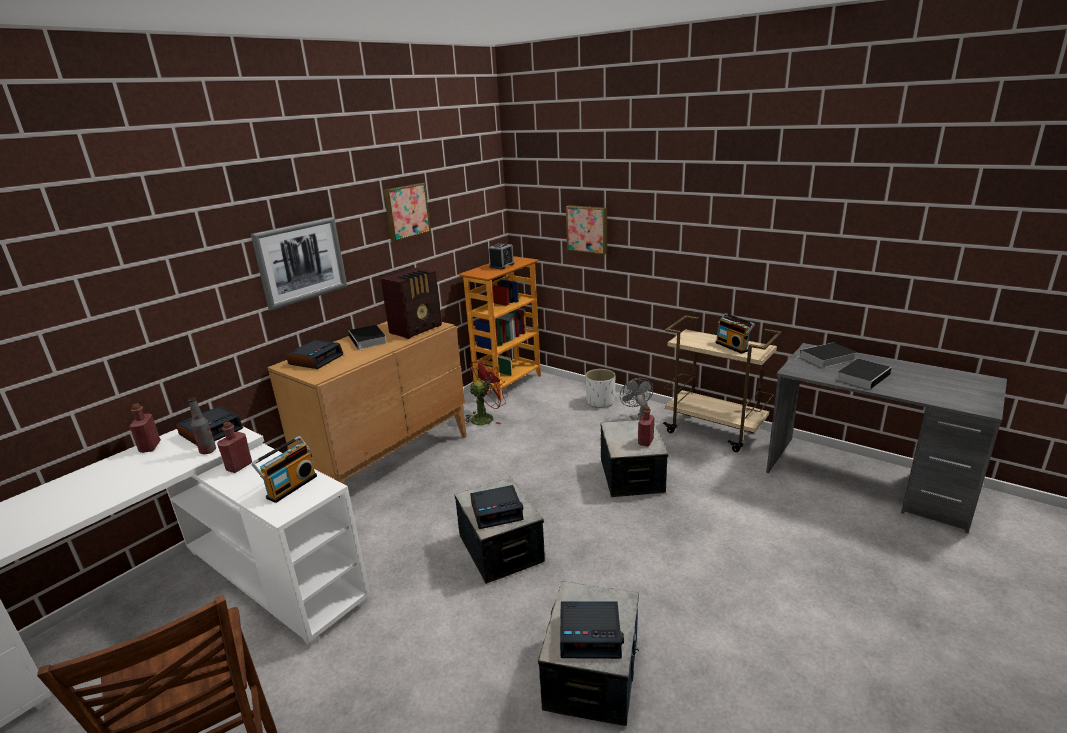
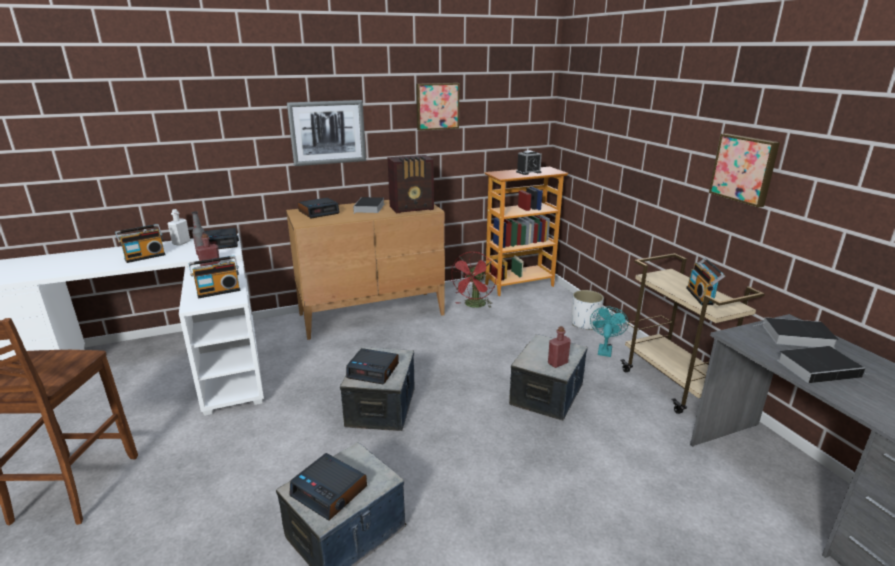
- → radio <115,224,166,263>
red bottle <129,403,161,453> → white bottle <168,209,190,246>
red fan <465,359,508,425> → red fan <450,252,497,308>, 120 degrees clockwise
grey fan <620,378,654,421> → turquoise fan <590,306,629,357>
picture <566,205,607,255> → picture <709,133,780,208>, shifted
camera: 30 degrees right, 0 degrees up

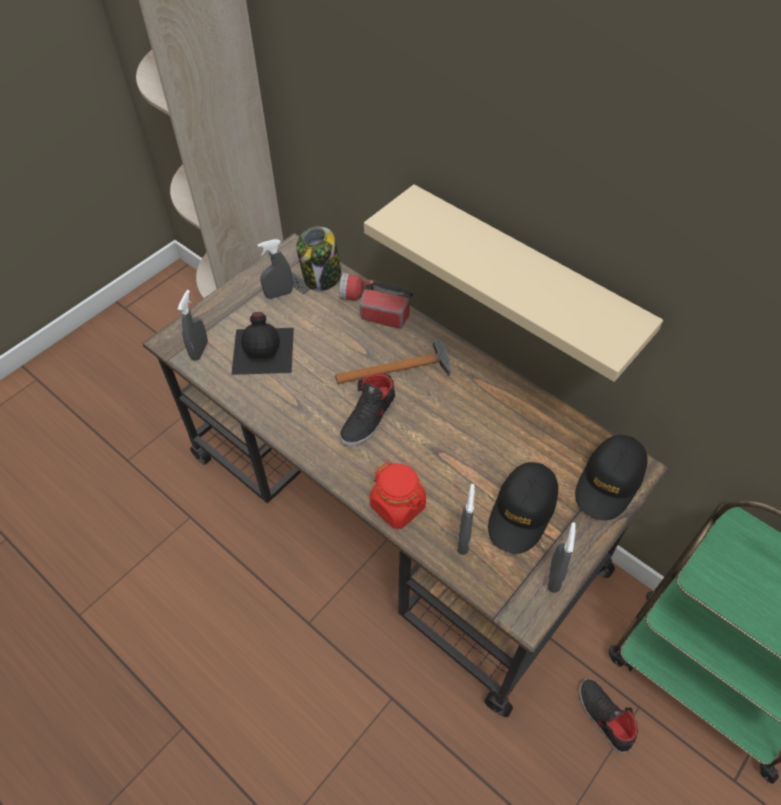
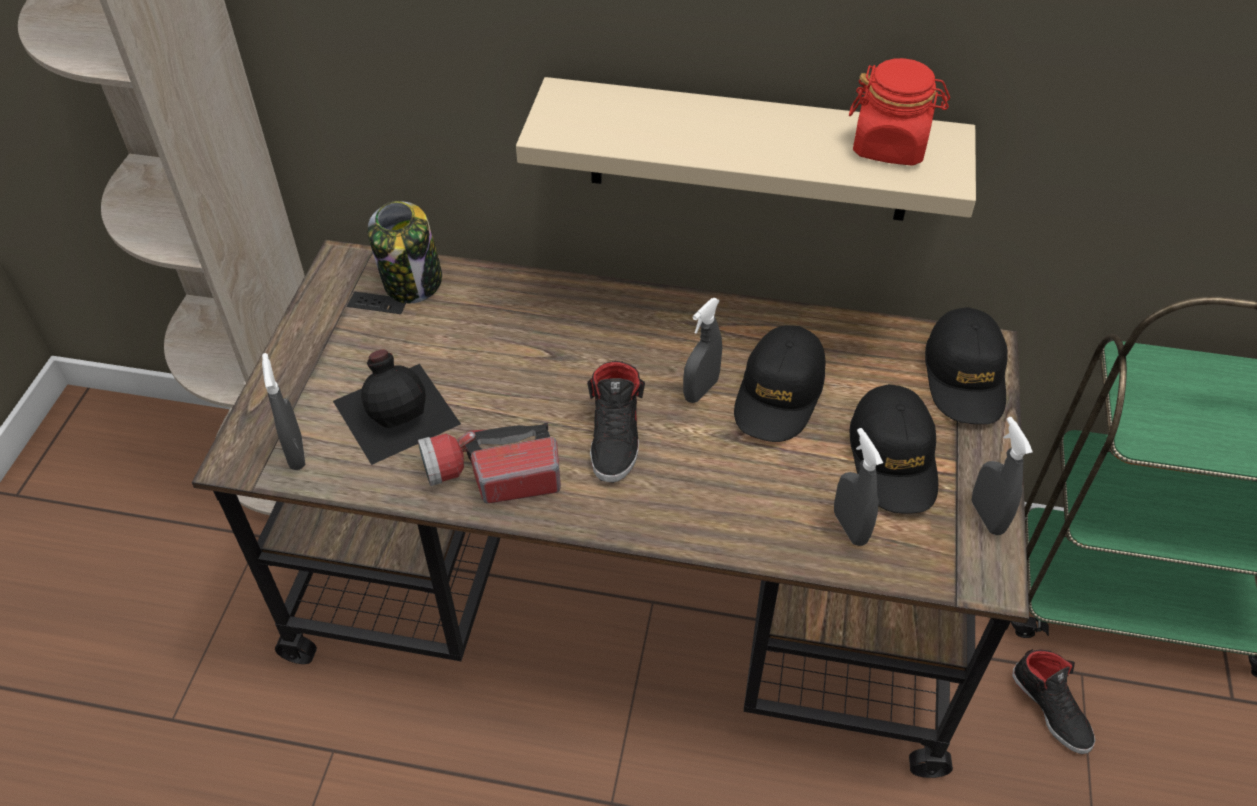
flashlight <339,273,414,329> → flashlight <418,423,561,504>, shifted
grey spray bottle <258,239,293,299> → grey spray bottle <683,298,722,403>, shifted
- → black cap <734,325,825,442>
red jar <370,462,426,529> → red jar <849,58,950,165>, shifted
black shoe <579,679,638,753> → black shoe <1012,649,1096,754>, 150 degrees counterclockwise
hammer <335,339,451,384> → -
camera: 30 degrees left, 5 degrees down

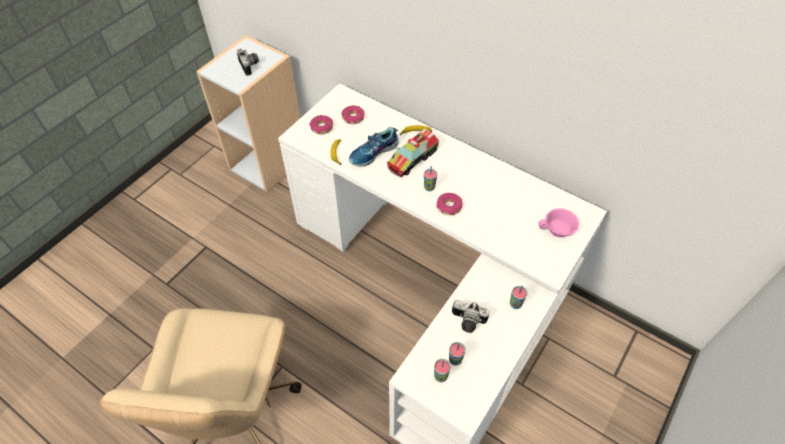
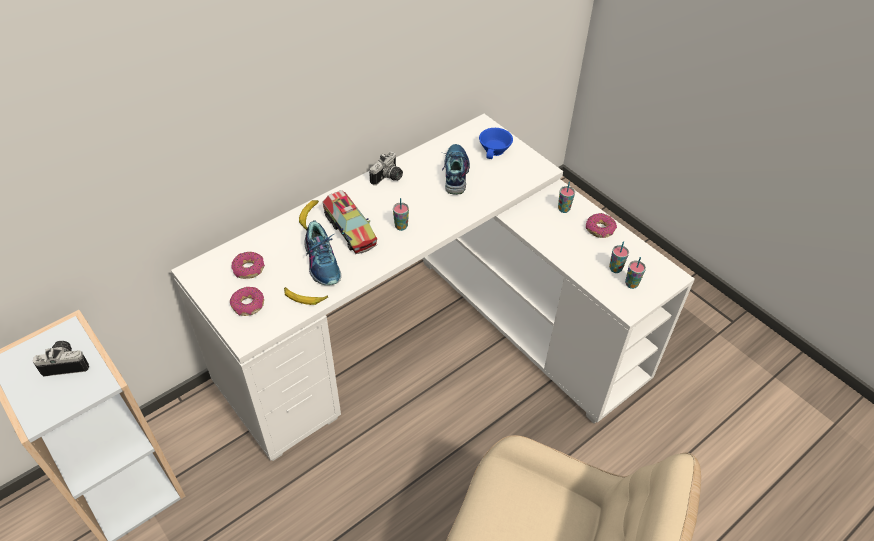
photo camera <452,300,489,333> → photo camera <369,152,403,185>, shifted
- → shoe <442,144,470,195>
pink cup <538,208,579,238> → blue cup <479,128,513,159>
donut <436,193,463,215> → donut <586,213,617,238>, shifted
camera: 75 degrees left, 5 degrees down

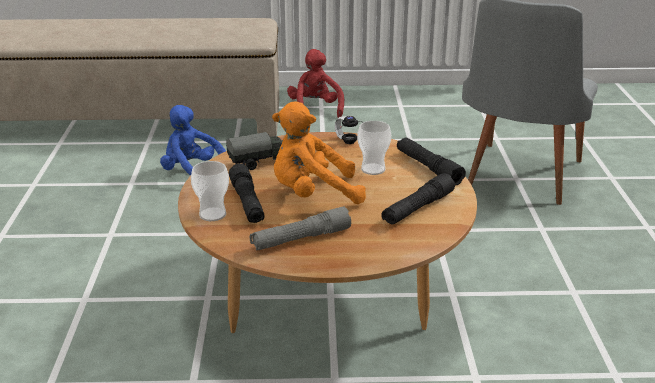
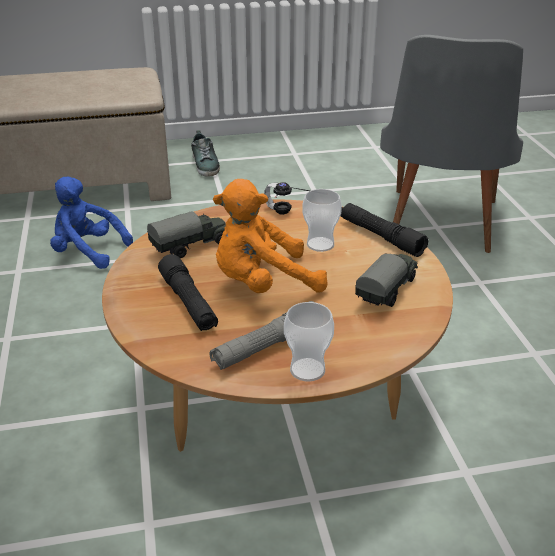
red plush toy <287,49,344,118> → shoe <191,130,220,177>
cup <191,161,229,221> → cup <284,302,334,382>, shifted
black flashlight <381,173,455,224> → toy truck <355,254,418,307>
camera: 10 degrees left, 5 degrees up

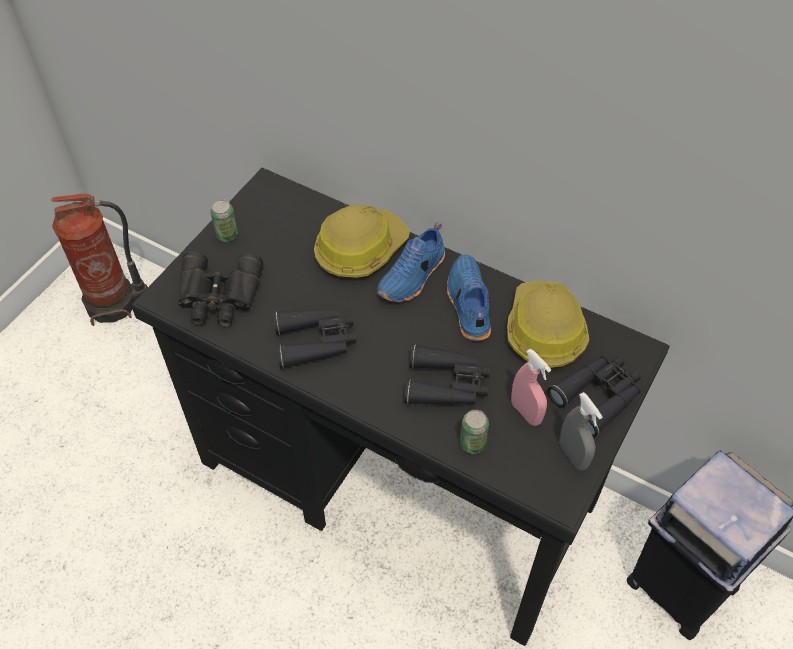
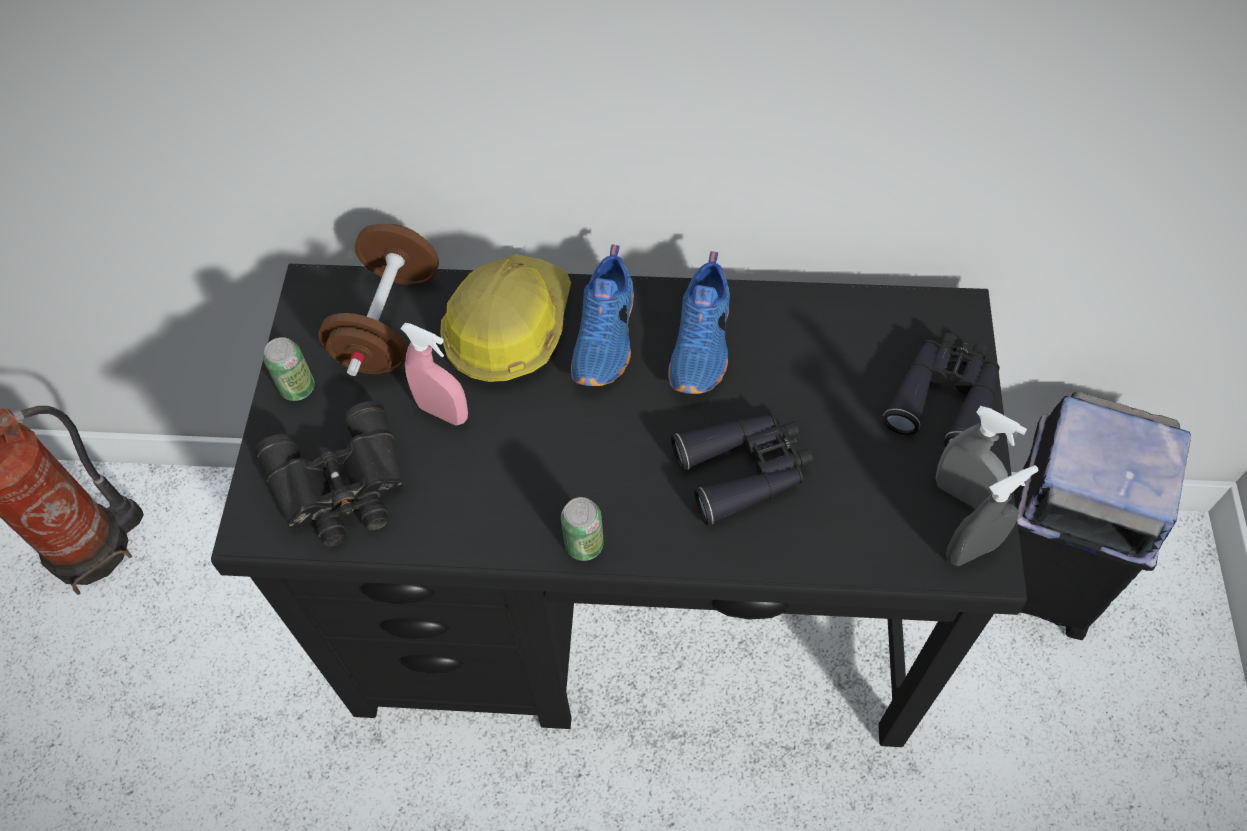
- → brown dumbbell <318,224,439,376>
pink spray bottle <511,349,551,426> → pink spray bottle <400,323,468,426>, shifted
can <460,410,489,454> → can <561,497,604,561>, shifted
blue shoe <447,254,491,341> → blue shoe <668,251,730,394>, 135 degrees counterclockwise
- → grey spray bottle <946,465,1039,566>
black binoculars <273,309,356,369> → -
hard hat <507,281,589,368> → -
camera: 25 degrees left, 5 degrees up

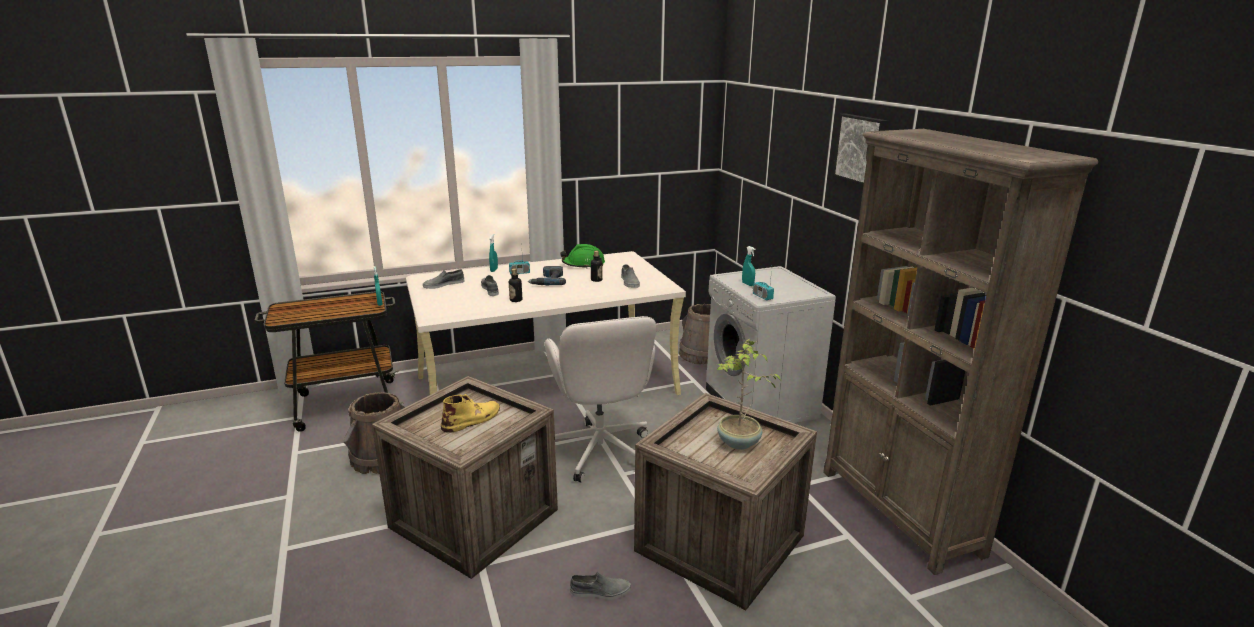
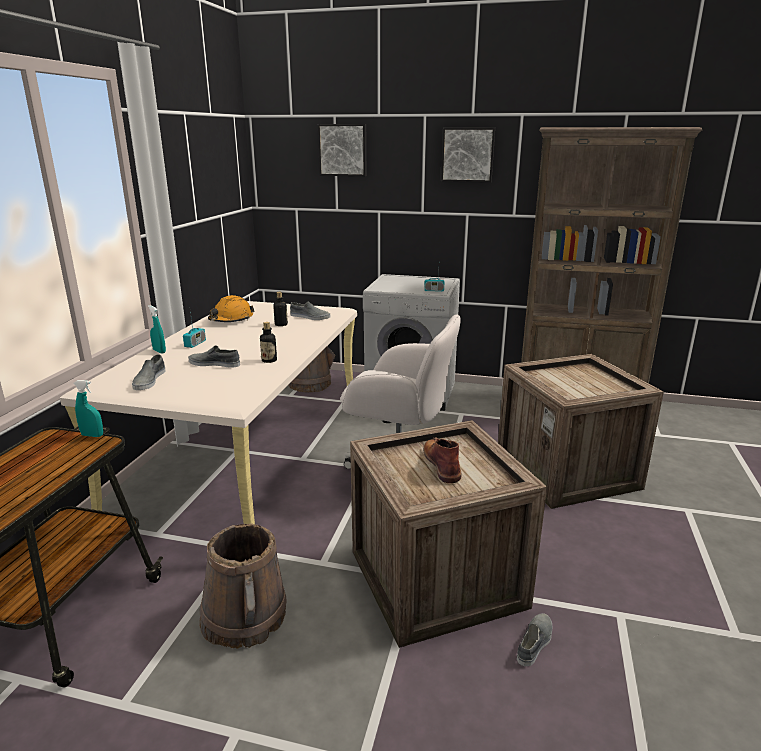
green hard hat <560,244,605,269> → orange hard hat <208,295,255,322>
- → picture <318,124,367,176>
yellow boot <441,394,500,433> → brown boot <423,437,461,483>
grey shoe <570,572,631,600> → grey shoe <517,613,553,666>, shifted
power drill <527,266,566,285> → -
potted plant <717,339,782,450> → -
turquoise spray bottle <742,246,756,286> → -
camera: 55 degrees left, 0 degrees up

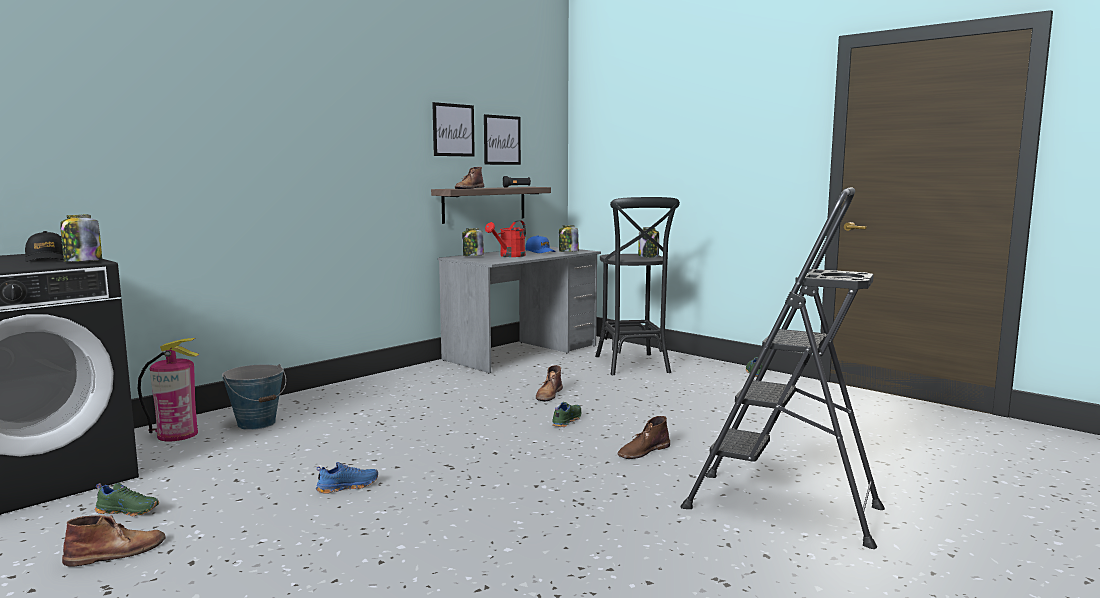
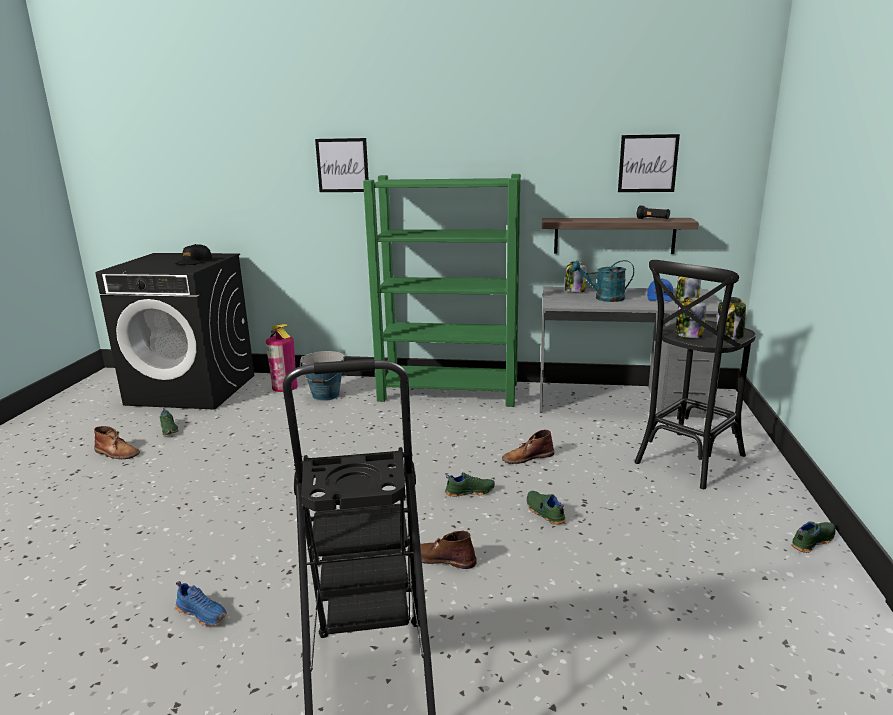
blue shoe <316,462,378,494> → blue shoe <176,581,227,626>, shifted
picture <432,102,475,157> → picture <315,138,369,192>, shifted
- → green bookcase <363,174,521,407>
- → green shoe <527,491,566,525>
red watering can <485,220,526,257> → turquoise watering can <571,260,634,302>
jar <60,215,102,262> → jar <675,297,706,338>, shifted
brown boot <455,167,484,189> → -
camera: 55 degrees right, 10 degrees up

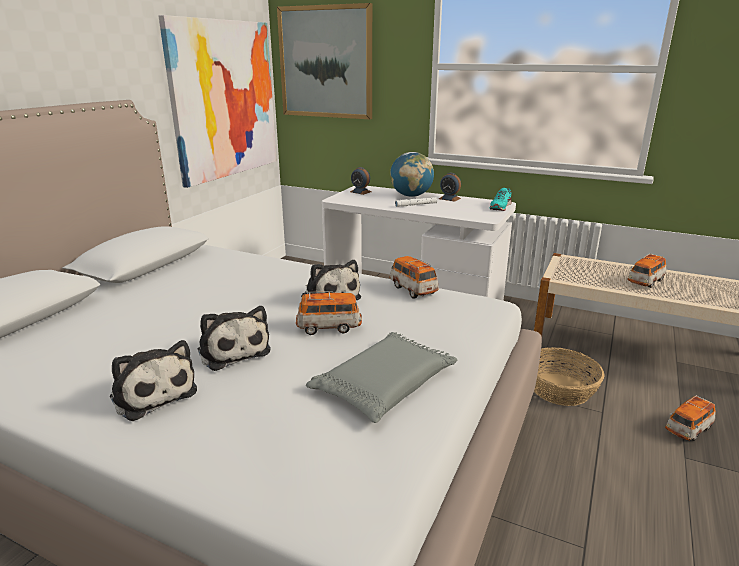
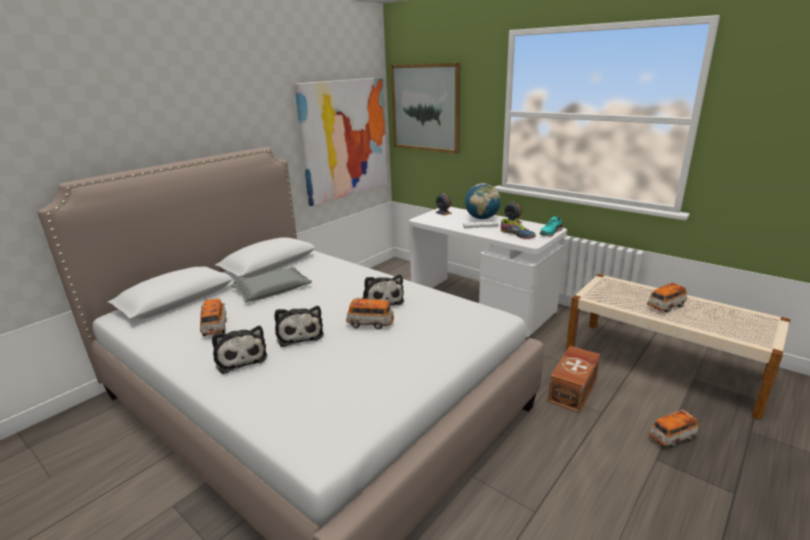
toy car <389,256,439,299> → toy car <200,299,227,336>, shifted
grey pillow <306,332,458,423> → grey pillow <230,267,312,302>, shifted
- → shoe <501,218,536,239>
basket <534,347,605,406> → brown storage box <548,346,600,413>
camera: 15 degrees right, 0 degrees up

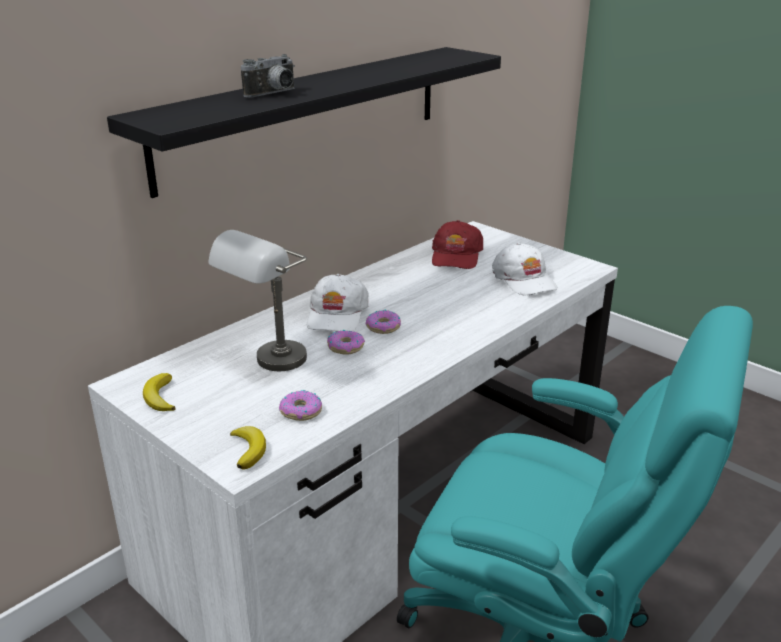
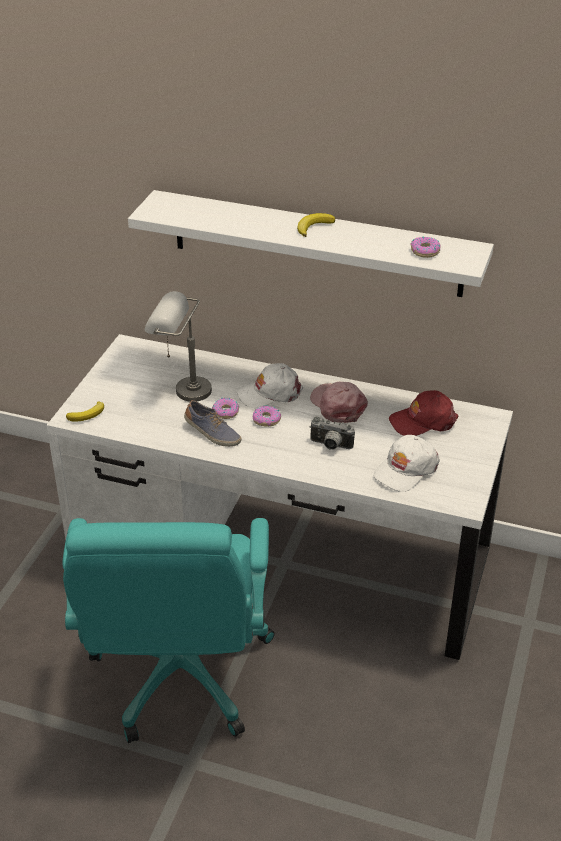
black shelf <107,47,501,198> → white shelf <128,190,494,297>
- → shoe <184,400,241,447>
banana <143,373,176,411> → banana <297,213,335,237>, shifted
- → pink cap <310,382,368,423>
photo camera <241,54,295,97> → photo camera <310,417,355,450>, shifted
donut <279,390,322,421> → donut <411,237,440,258>, shifted
camera: 65 degrees right, 10 degrees up

